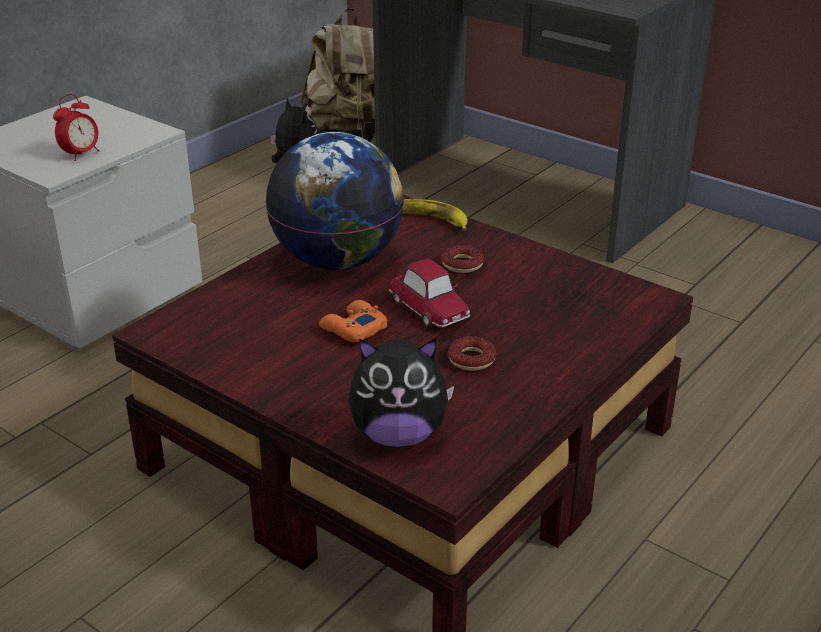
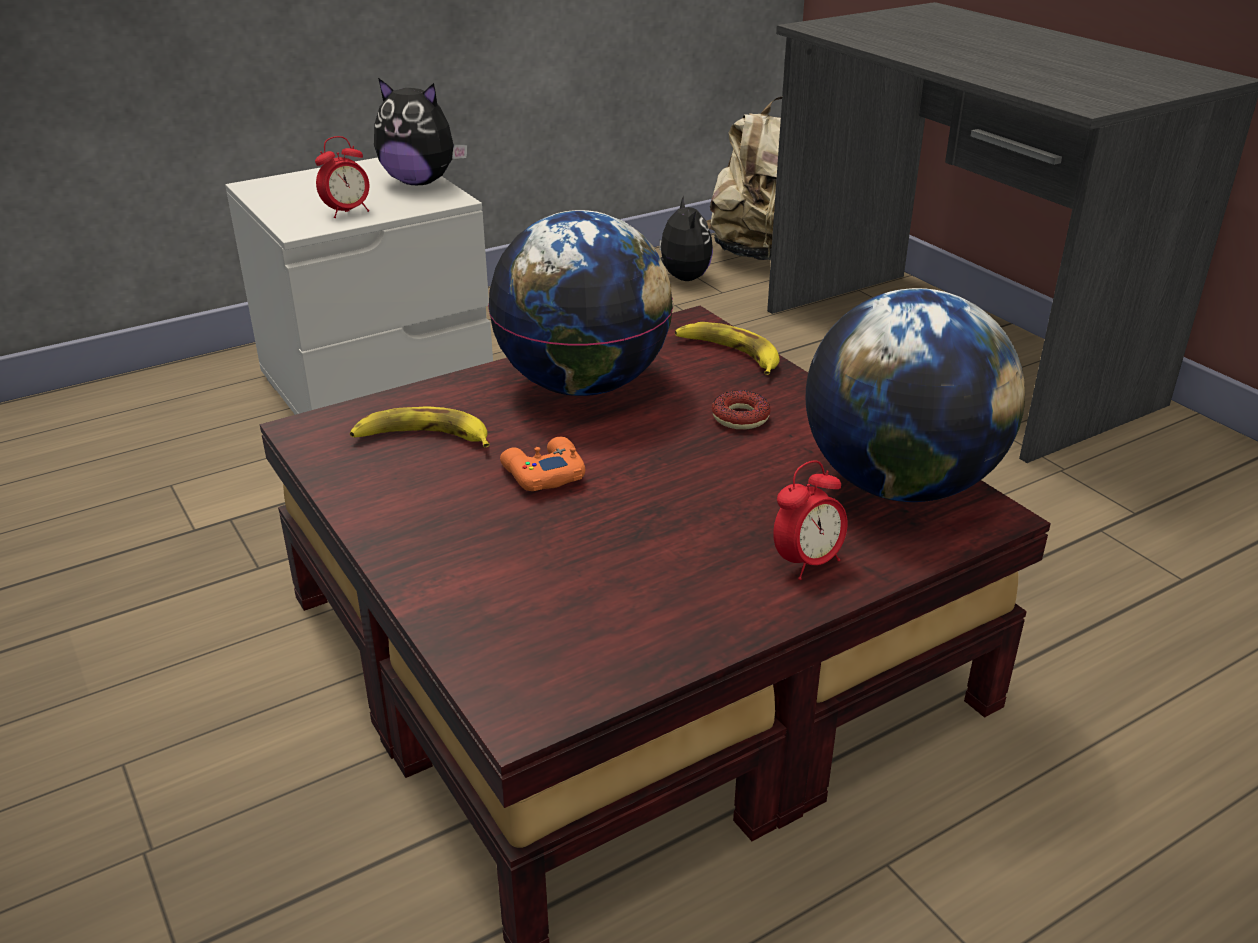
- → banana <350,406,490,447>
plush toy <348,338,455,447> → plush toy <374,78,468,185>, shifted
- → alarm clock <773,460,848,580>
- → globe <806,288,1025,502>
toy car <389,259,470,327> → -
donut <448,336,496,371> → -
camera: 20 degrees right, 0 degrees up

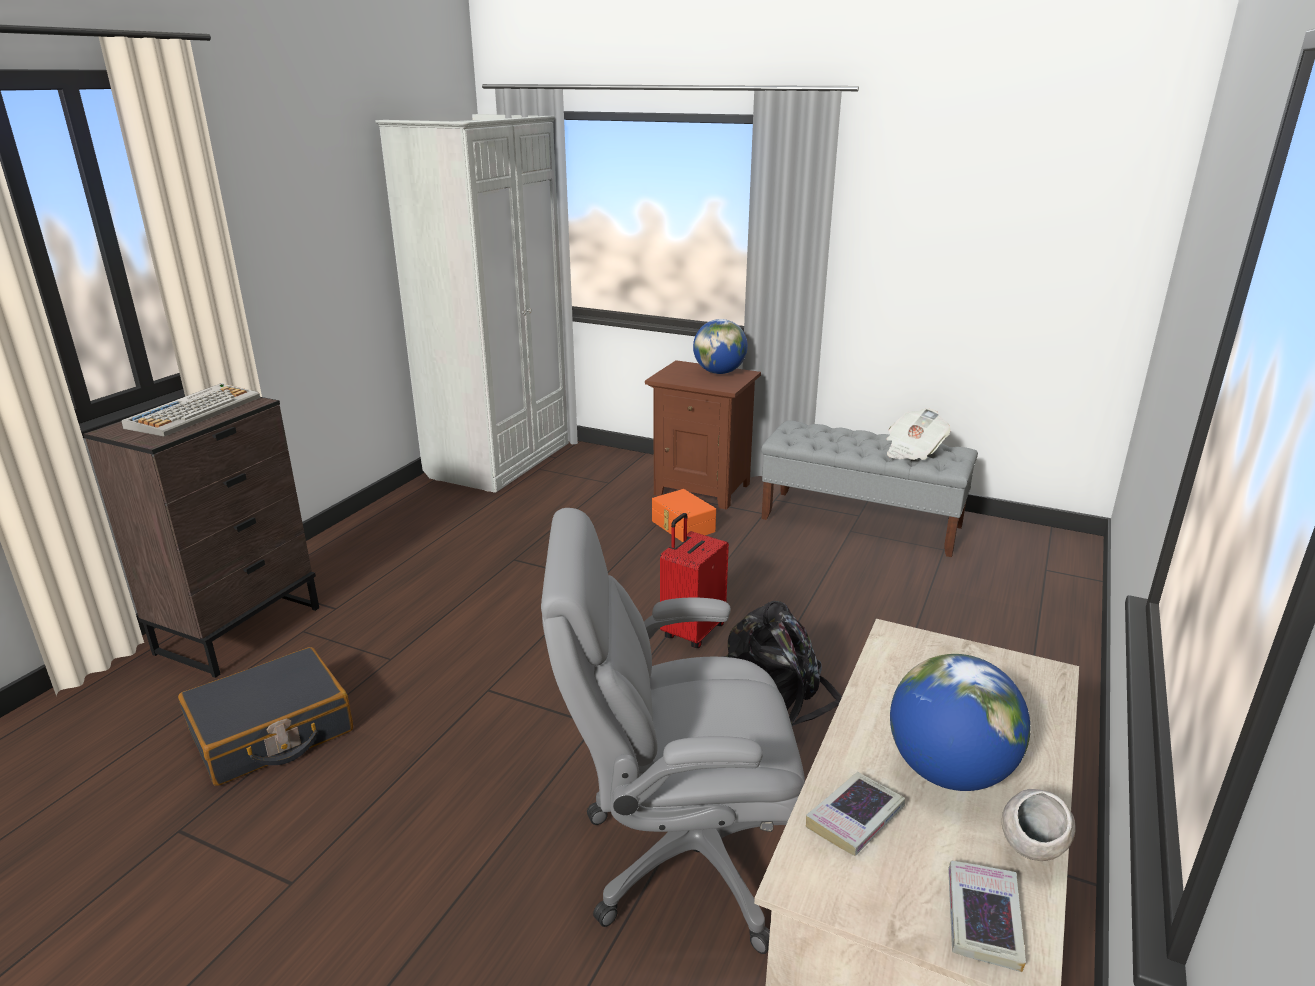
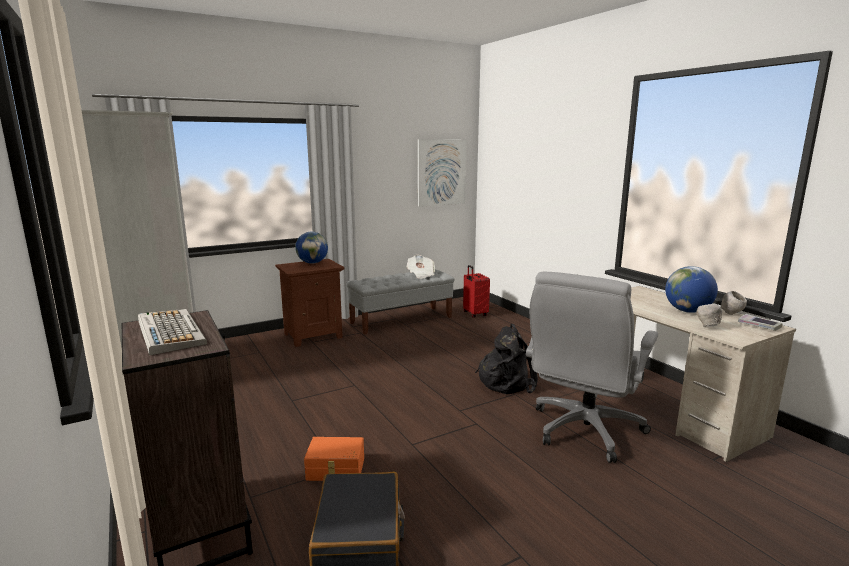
orange storage box <652,489,716,542> → orange storage box <304,437,364,481>, shifted
- → picture <418,139,466,207>
red suitcase <660,513,729,648> → red suitcase <463,265,490,318>, shifted
book <806,772,905,856> → grey bowl <697,304,722,327>
camera: 55 degrees left, 10 degrees down

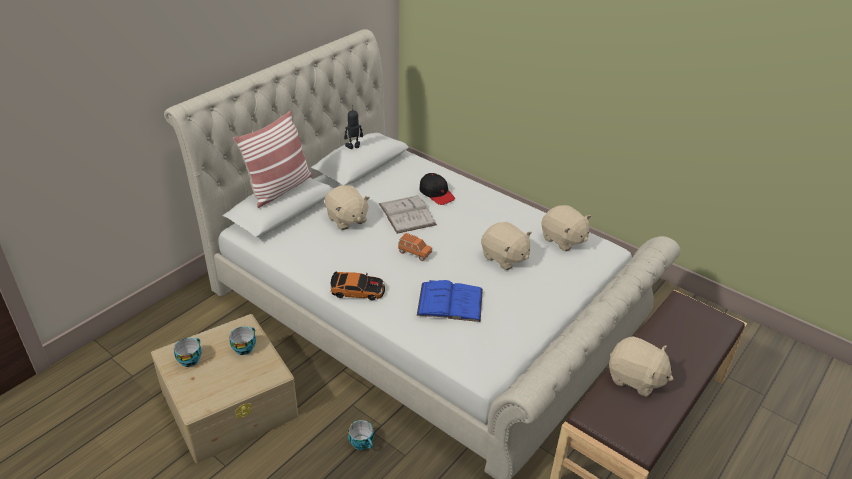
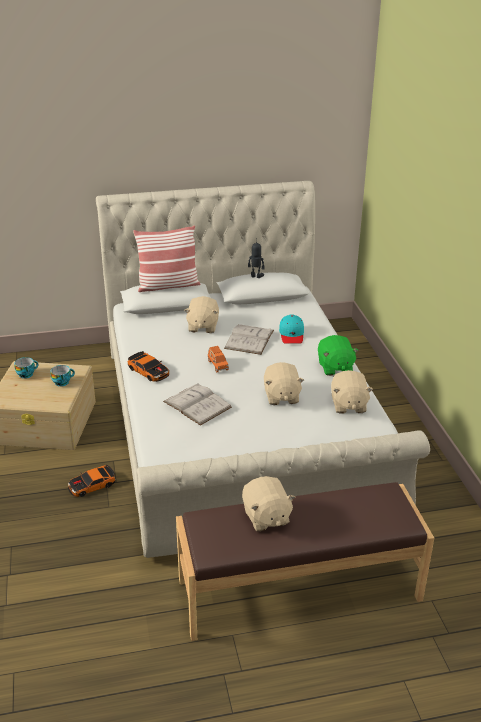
cup <348,420,374,450> → toy car <68,464,116,497>
blue book <417,280,483,322> → white book <163,383,232,426>
black cap <419,173,455,205> → turquoise cap <279,314,304,344>
- → green plush toy <318,335,359,376>
camera: 40 degrees right, 5 degrees down

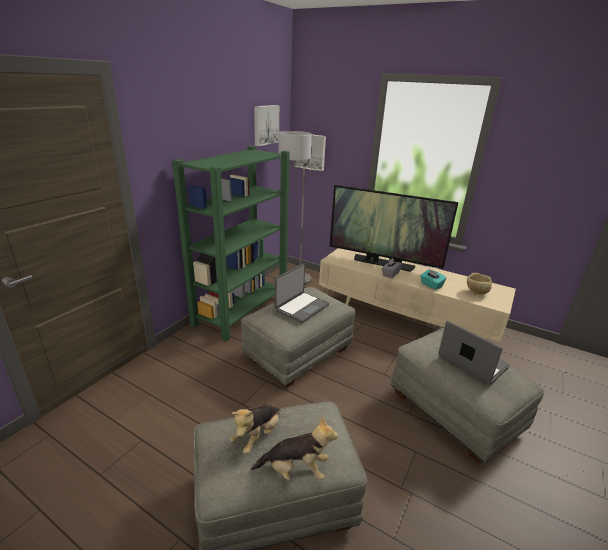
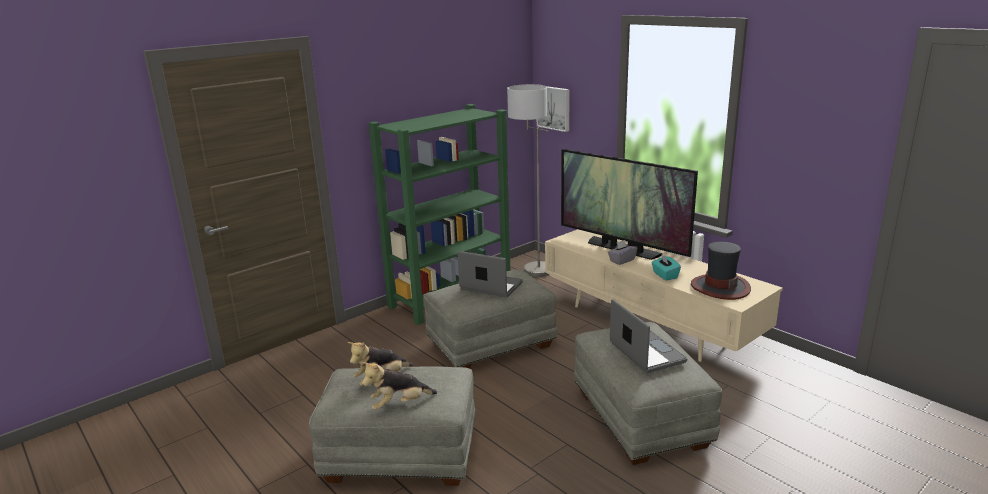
plush toy <251,416,338,481> → plush toy <362,362,437,410>, 135 degrees clockwise
laptop <274,263,329,323> → laptop <457,251,523,298>, 120 degrees counterclockwise
beige bowl <467,273,492,295> → hat <691,242,751,300>
picture <254,105,279,146> → -
camera: 20 degrees right, 5 degrees down

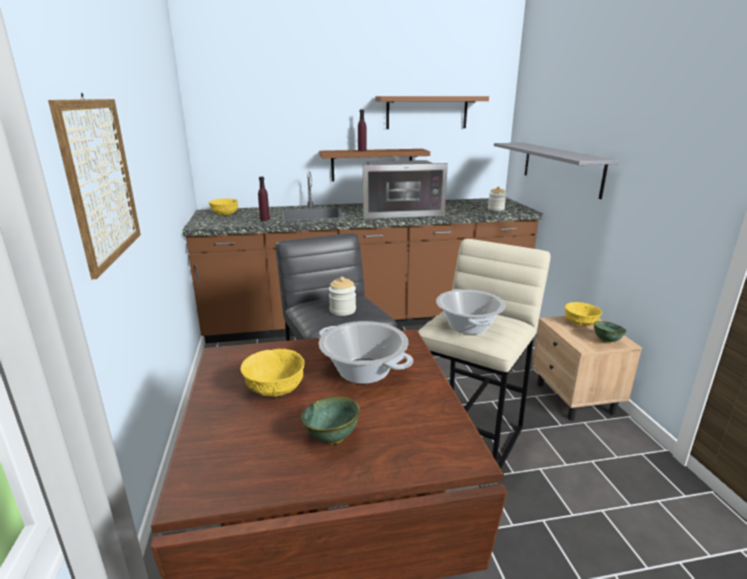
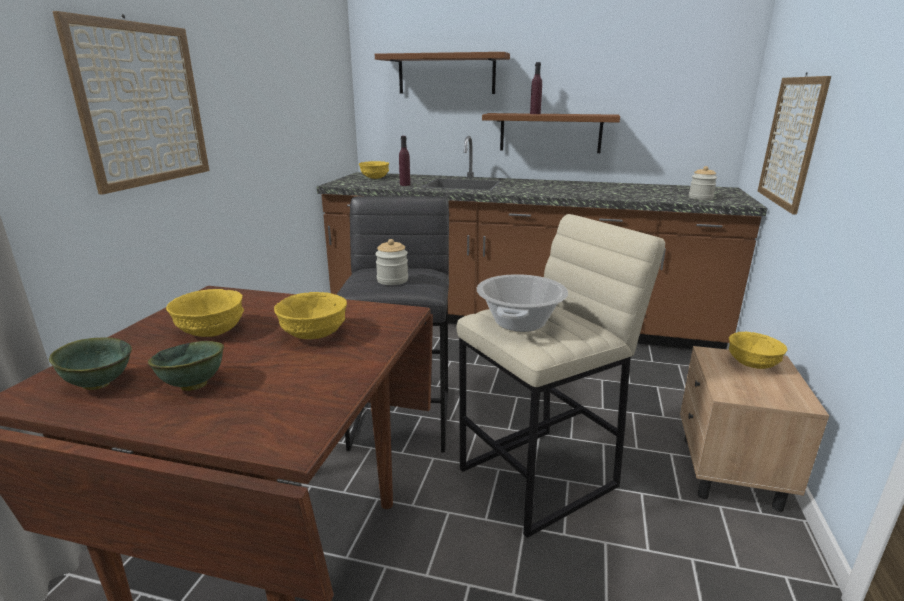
green bowl <594,321,627,343> → green bowl <49,337,132,390>, shifted
cooking pot <319,321,413,384> → yellow bowl <274,292,347,339>
brown shelf <375,96,489,129> → brown shelf <375,52,510,94>, shifted
grey shelf <494,143,619,199> → picture <758,72,831,215>
microwave <363,160,448,219> → -
camera: 25 degrees right, 0 degrees up

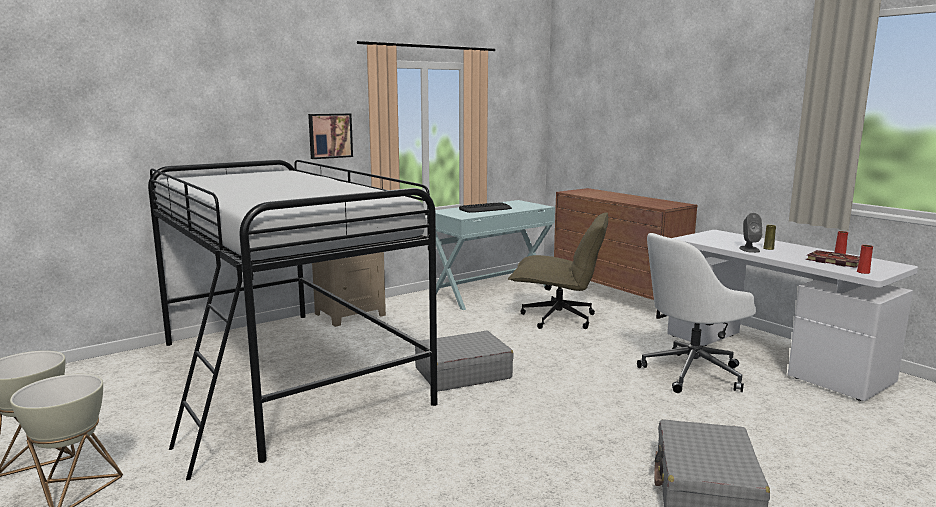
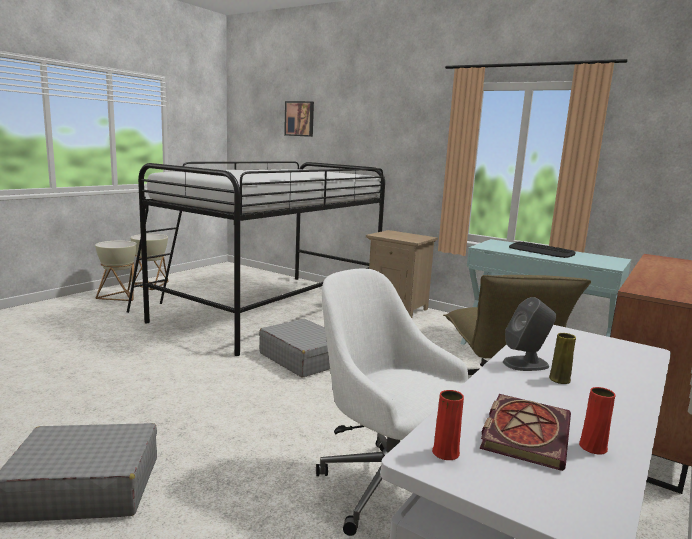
picture <308,113,353,159> → picture <284,101,314,137>, shifted
camera: 70 degrees right, 0 degrees up

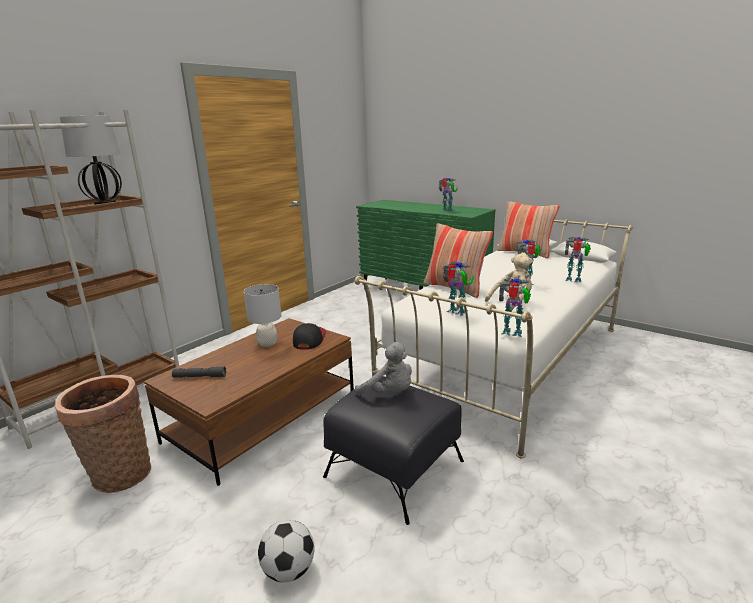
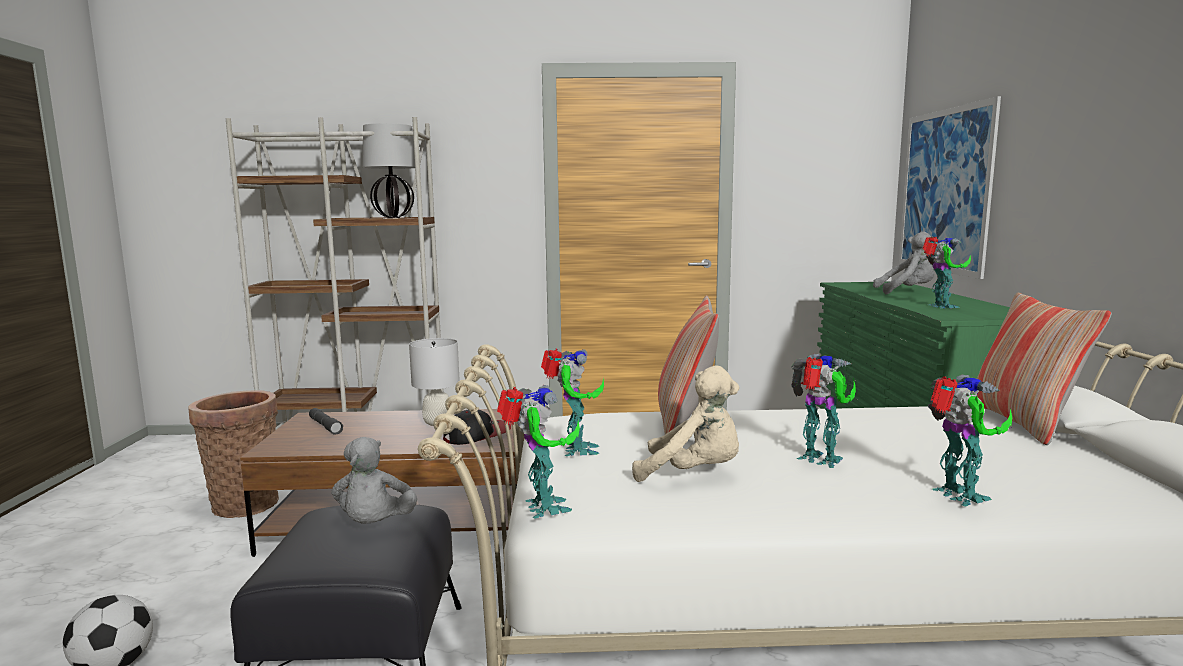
- → grey plush toy <873,232,935,294>
- → picture <899,96,1001,279>
camera: 50 degrees right, 10 degrees down

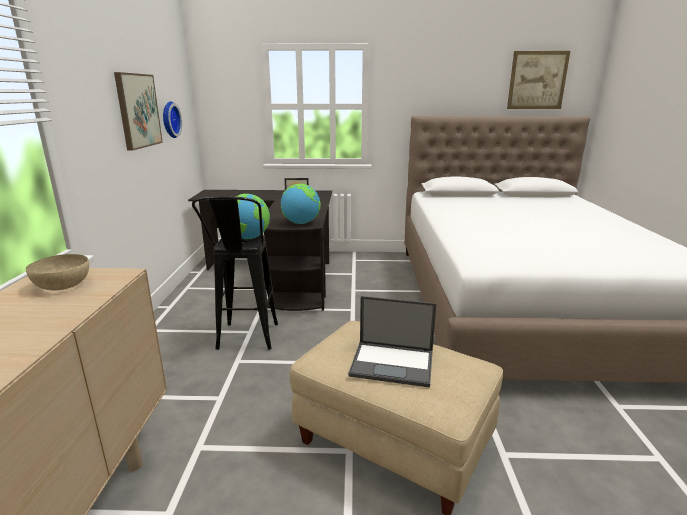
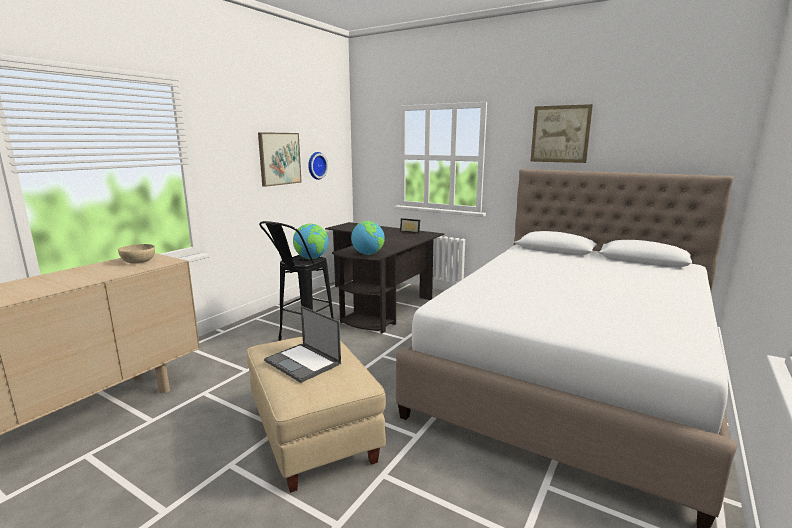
picture <507,51,570,109> → picture <530,104,593,163>, shifted
camera: 30 degrees right, 5 degrees down

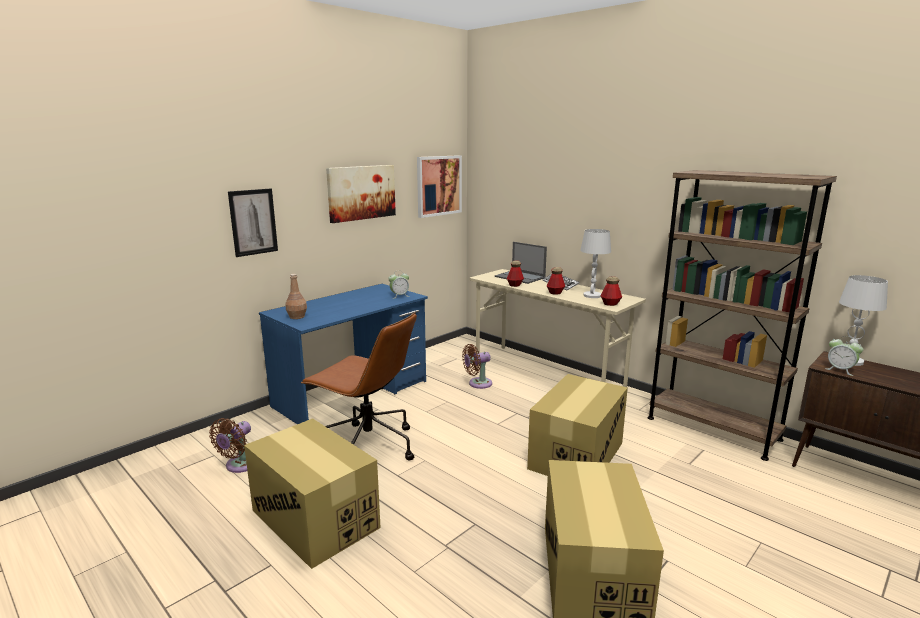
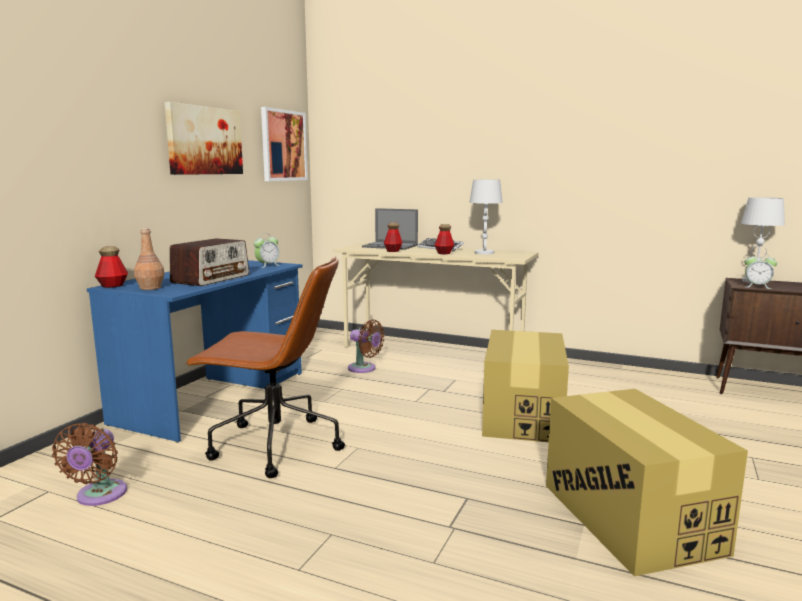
bottle <600,276,622,306> → bottle <95,246,128,288>, shifted
- → radio <170,238,249,286>
brown fan <462,344,492,389> → brown fan <348,319,385,373>, 105 degrees counterclockwise
picture <228,188,278,257> → -
cardboard box <244,418,381,569> → -
brown bookcase <648,170,837,461> → -
camera: 20 degrees left, 5 degrees down

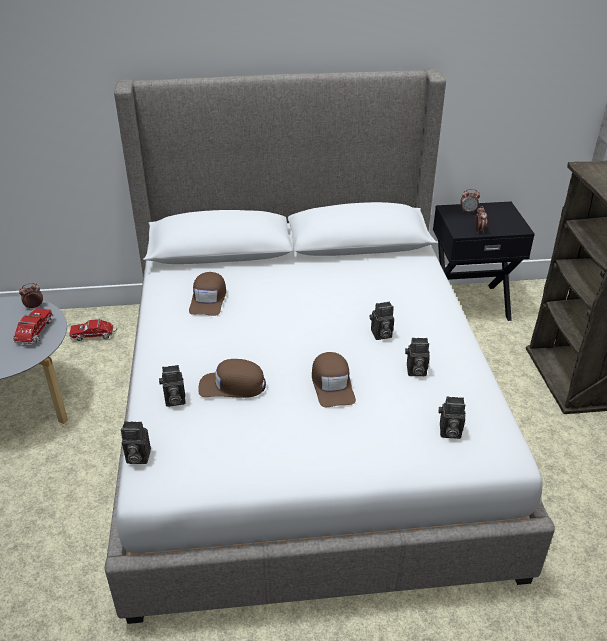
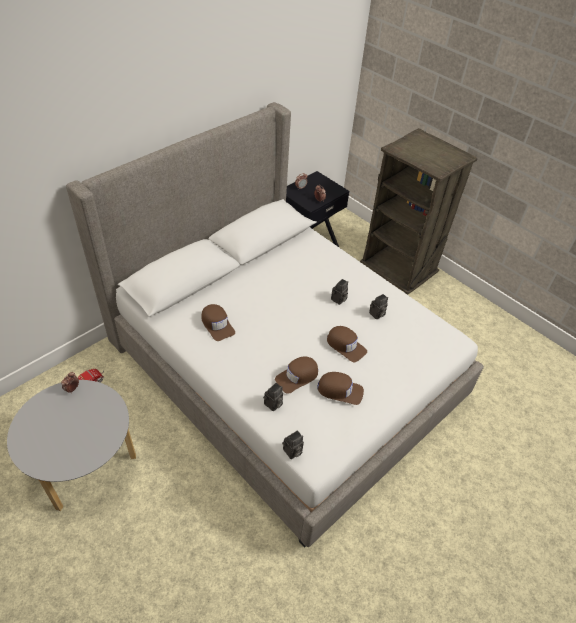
- → brown cap <317,372,364,405>
toy truck <13,308,53,346> → -
photo camera <439,396,465,439> → -
camera: 40 degrees left, 10 degrees up

